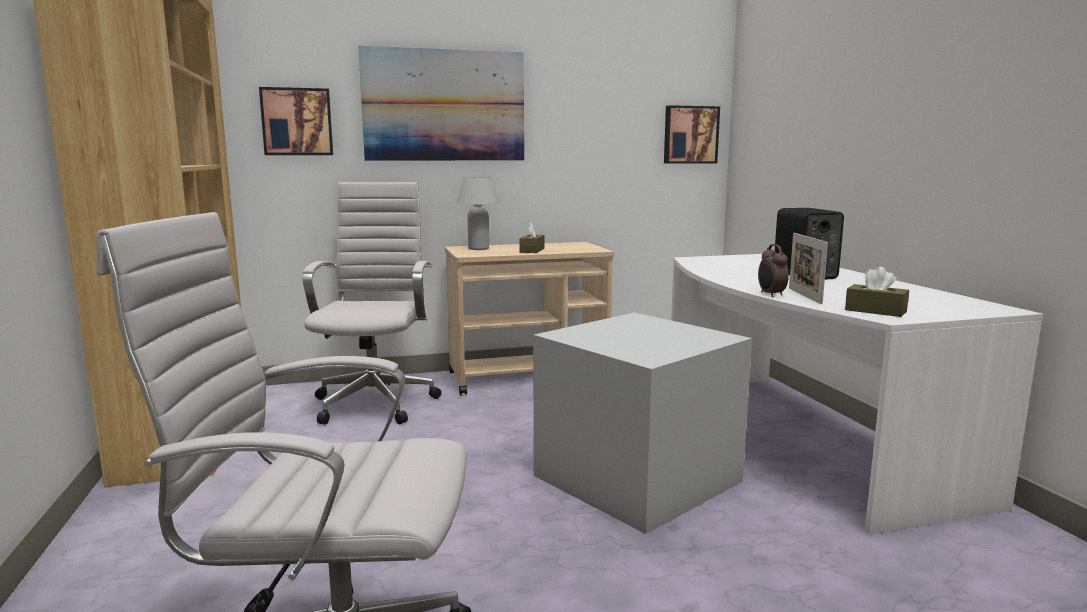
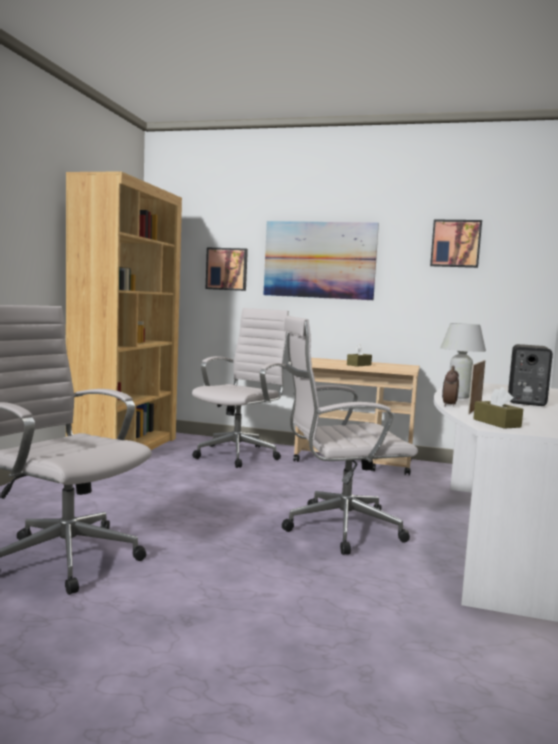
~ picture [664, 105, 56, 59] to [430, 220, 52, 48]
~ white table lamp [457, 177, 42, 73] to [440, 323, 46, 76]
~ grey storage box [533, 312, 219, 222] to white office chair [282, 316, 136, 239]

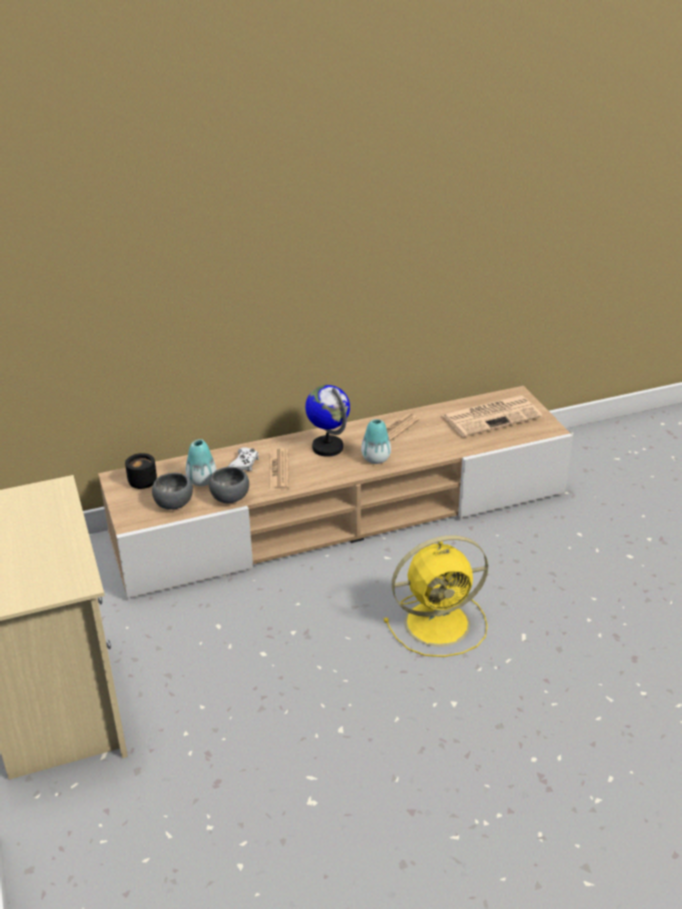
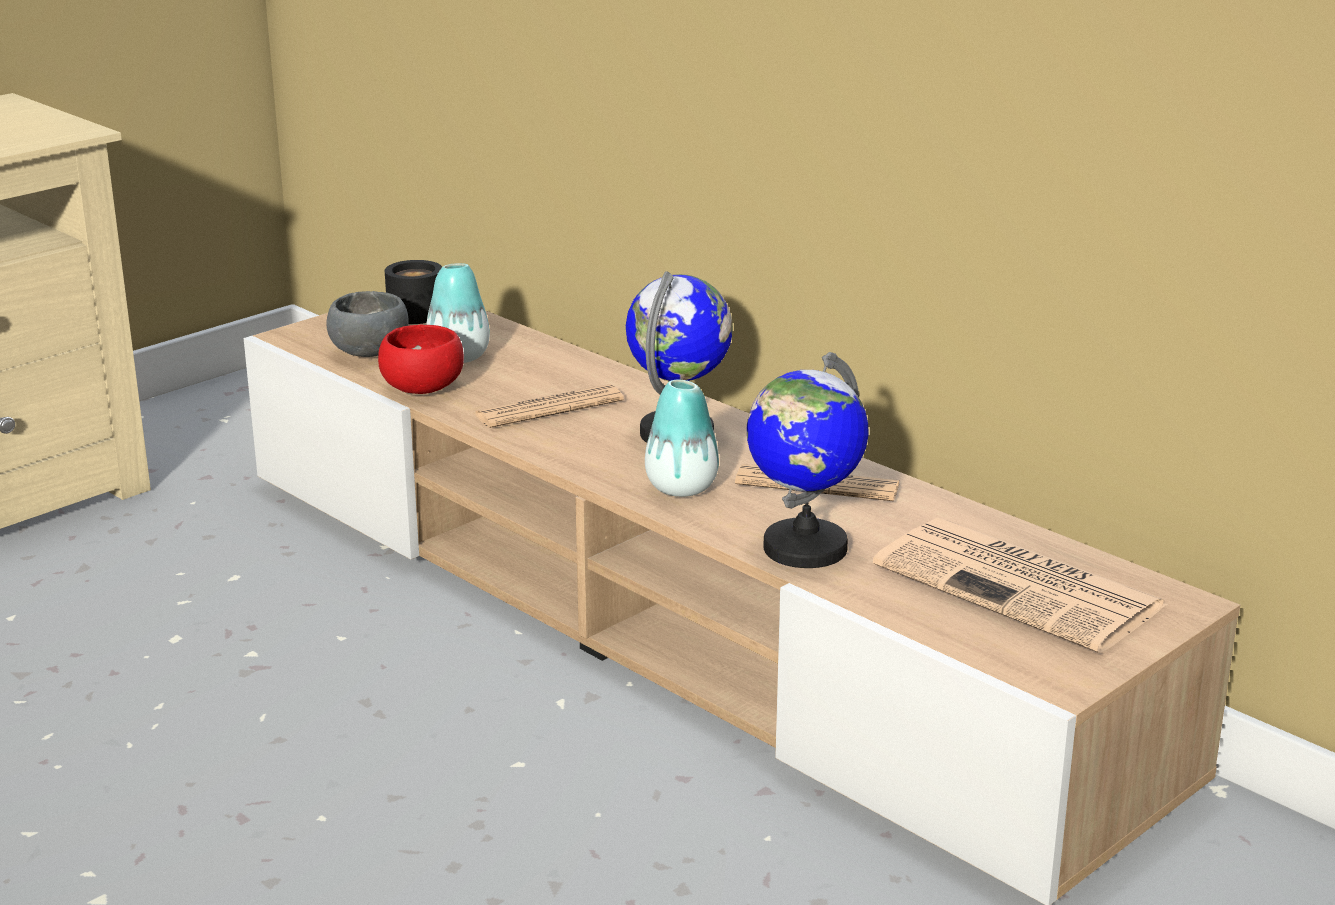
- white game controller [228, 447, 31, 24]
~ grey bowl [209, 467, 40, 36] to red bowl [378, 324, 86, 70]
- yellow fan [384, 535, 104, 122]
+ globe [747, 352, 121, 216]

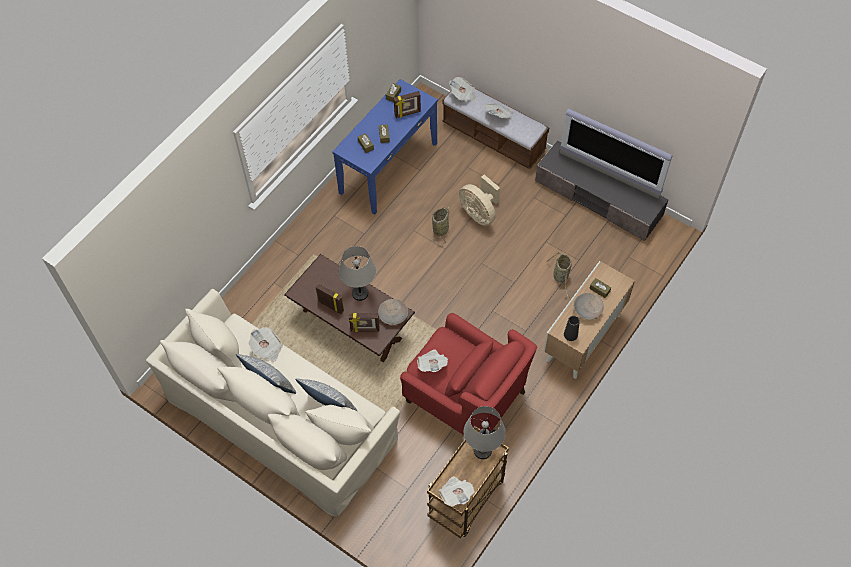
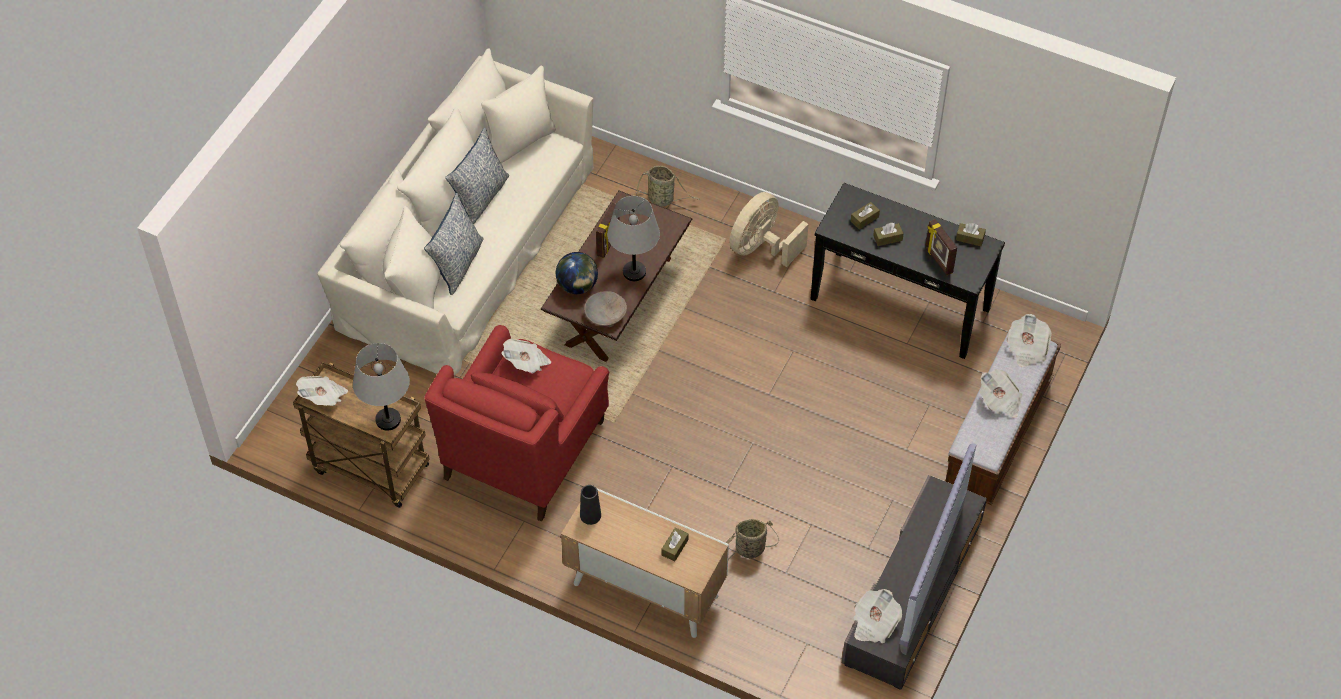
~ blue console table [332, 79, 106, 136] to black console table [810, 183, 195, 176]
~ beige fan [459, 175, 41, 51] to [729, 192, 79, 75]
~ basket [432, 206, 18, 38] to [634, 166, 67, 40]
- beige bowl [573, 293, 31, 27]
~ picture frame [349, 313, 30, 19] to globe [556, 252, 42, 42]
~ newspaper [248, 327, 35, 35] to [853, 589, 49, 54]

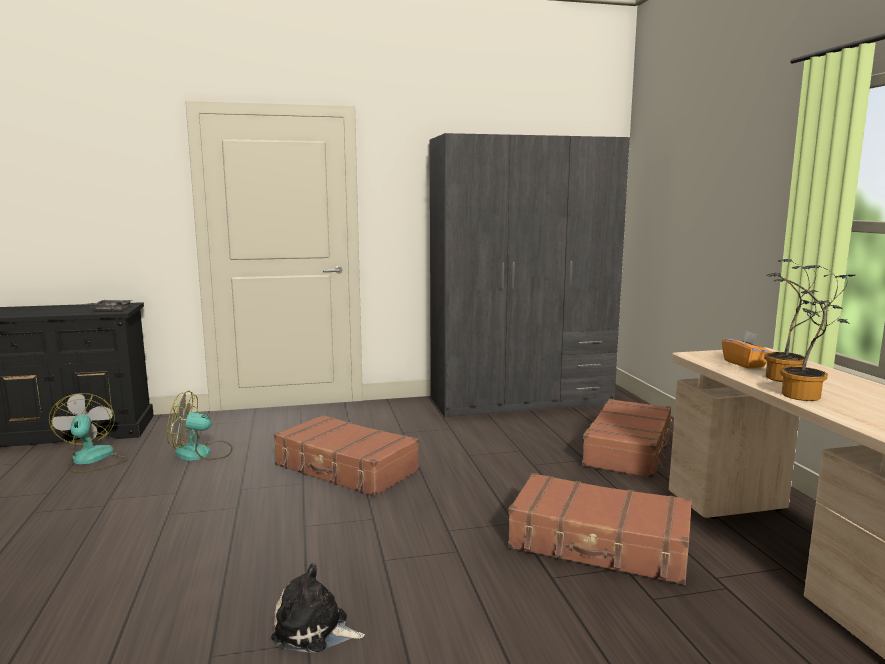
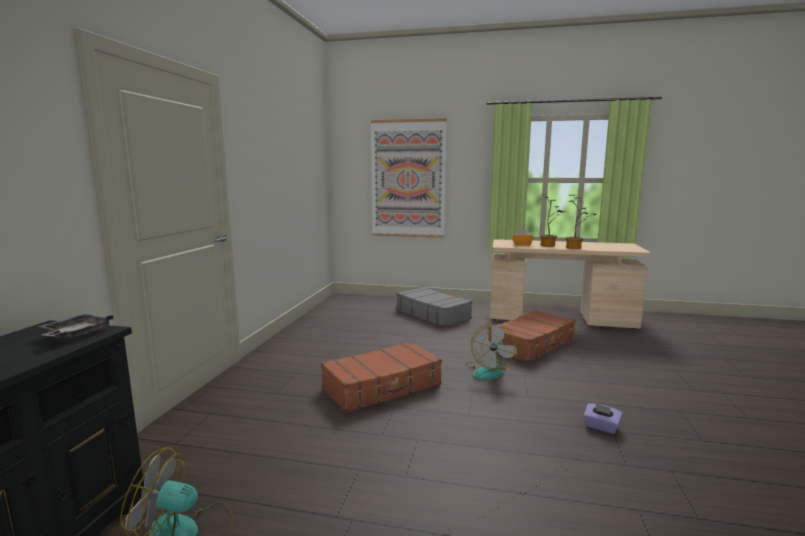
- grey wardrobe [430, 133, 200, 285]
~ fan [167, 391, 66, 70] to [466, 323, 52, 57]
~ brown suitcase [582, 399, 91, 79] to grey suitcase [396, 287, 76, 40]
~ plush toy [271, 563, 94, 90] to purple tissue box [584, 403, 38, 31]
+ picture [371, 118, 76, 120]

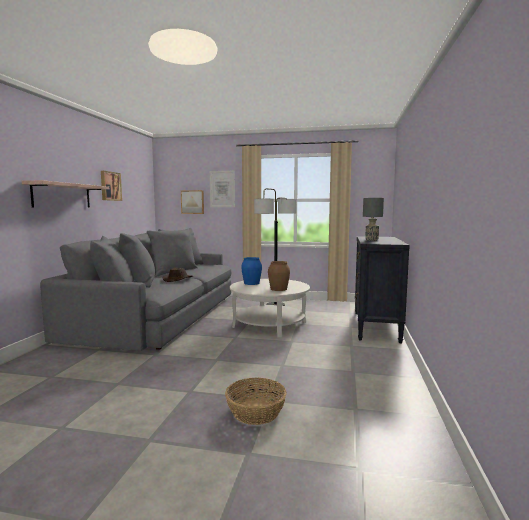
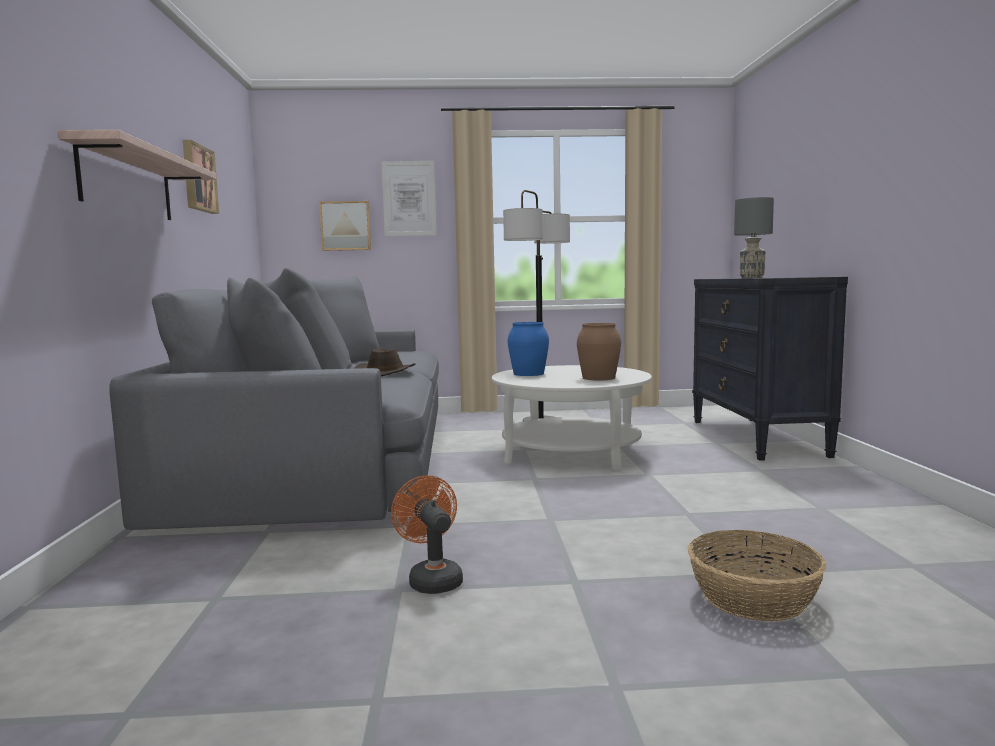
+ orange fan [391, 475, 72, 119]

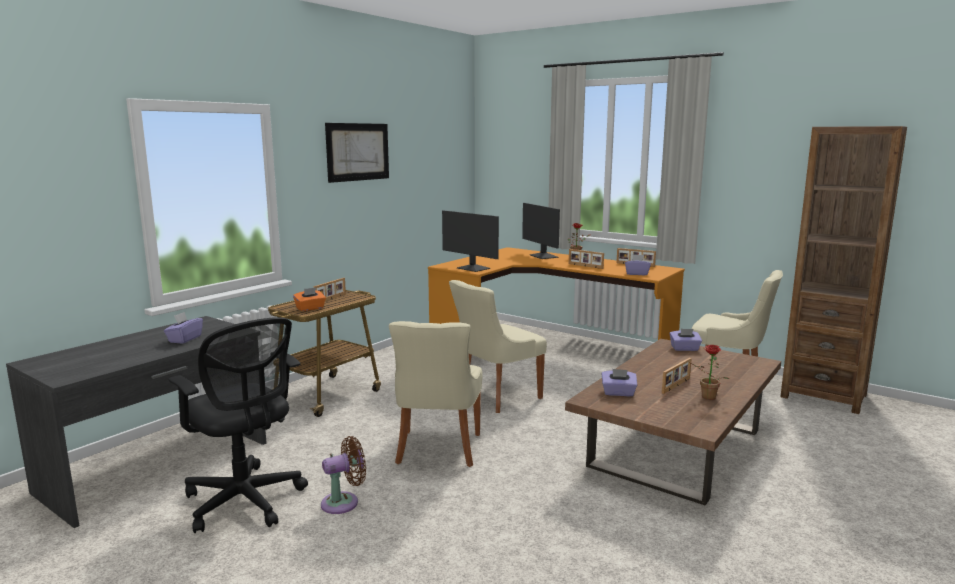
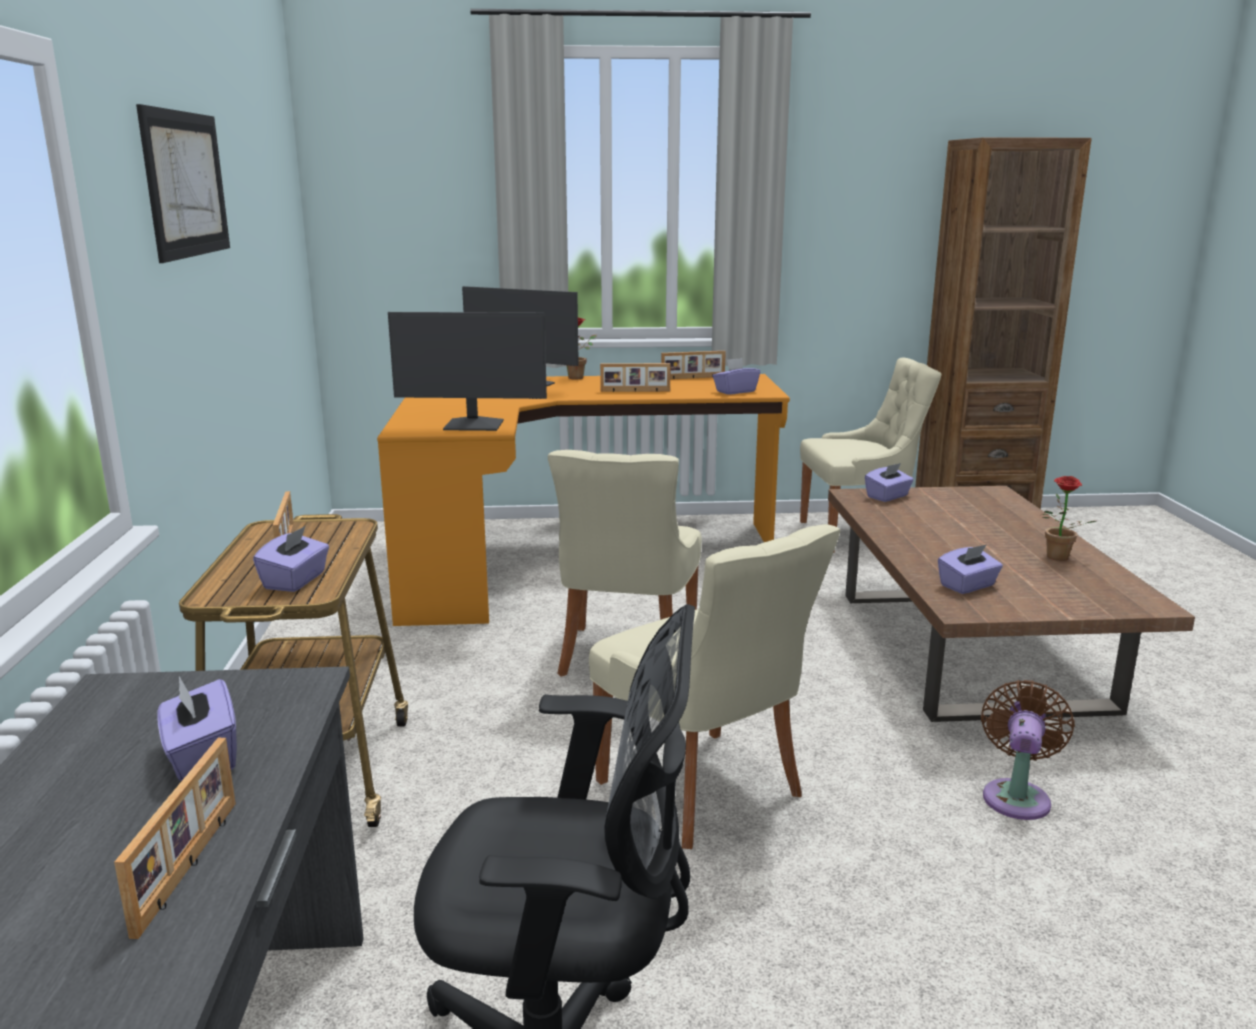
~ orange tissue box [293, 287, 33, 24] to purple tissue box [253, 526, 76, 66]
~ picture frame [662, 358, 30, 36] to [114, 738, 122, 201]
~ brown fan [321, 436, 45, 78] to [981, 680, 94, 140]

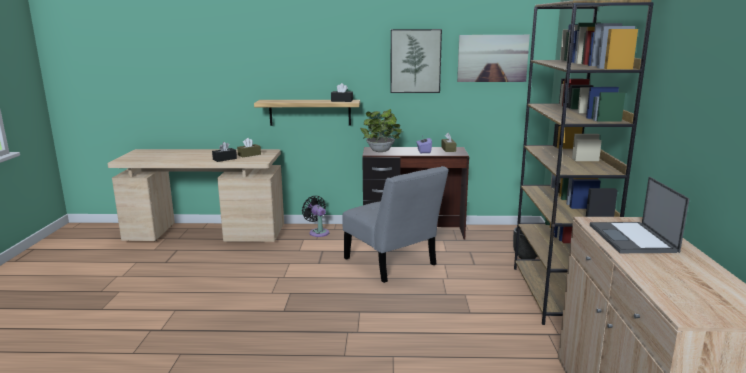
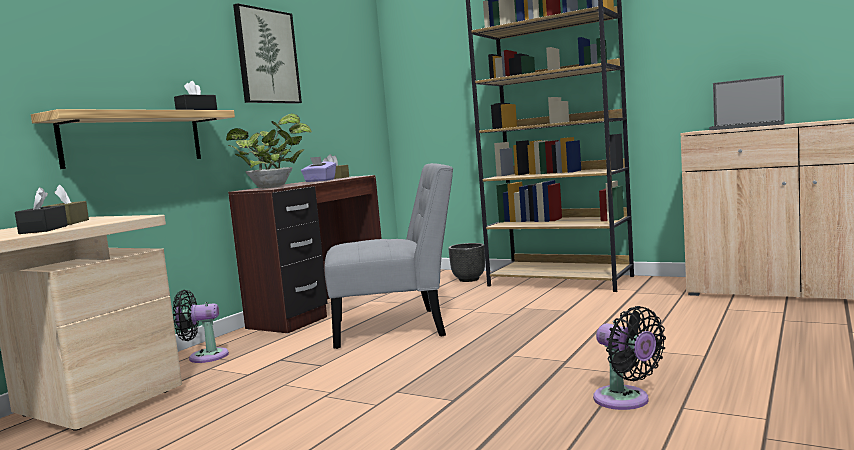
- picture [457, 35, 73, 47]
+ black fan [593, 306, 73, 104]

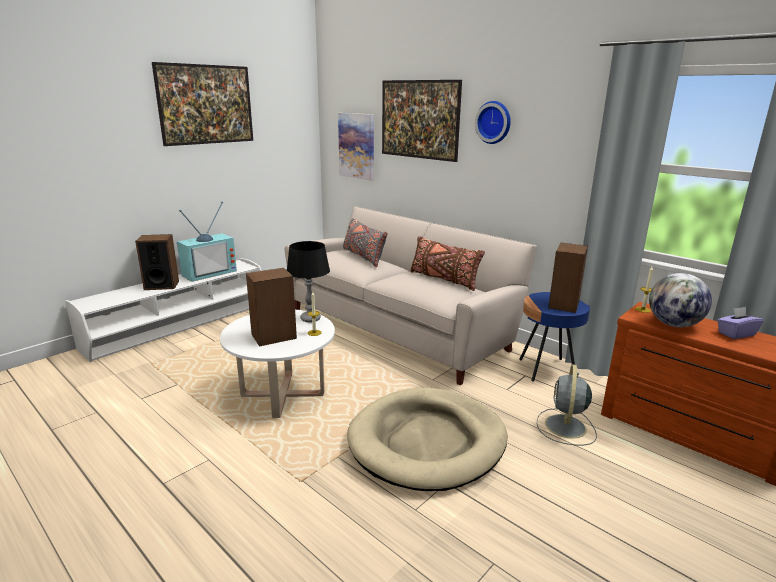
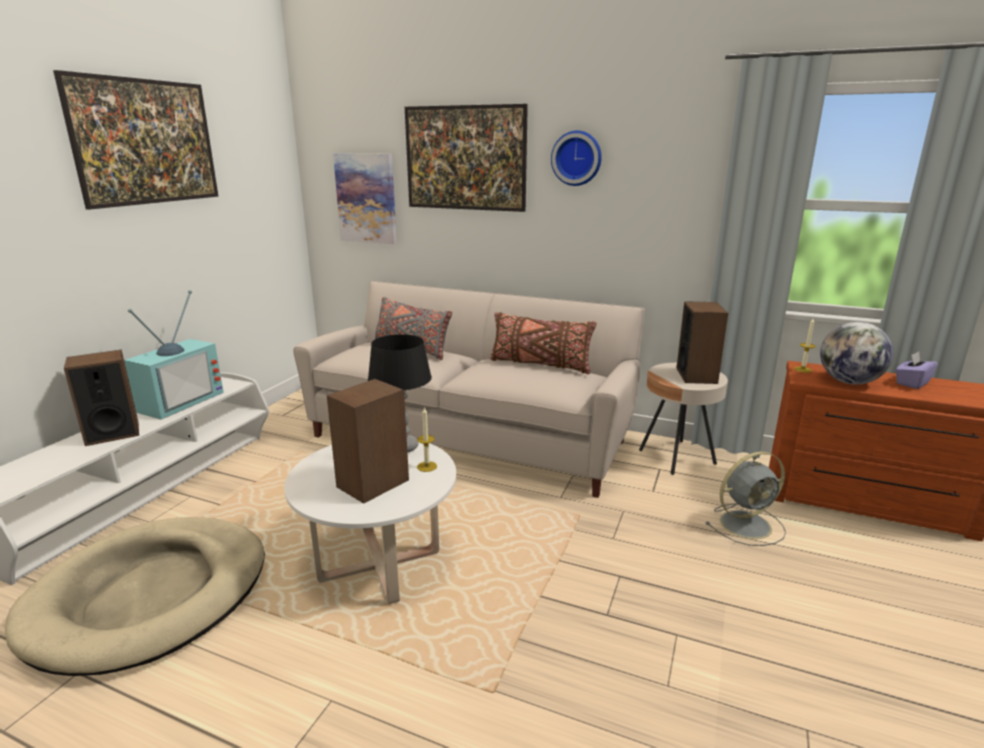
~ blue side table [519, 292, 71, 90] to beige side table [639, 363, 89, 112]
~ grey fan [537, 364, 60, 82] = [706, 451, 80, 95] 105 degrees counterclockwise
~ beige dog bed [347, 388, 160, 103] to [5, 517, 260, 159]

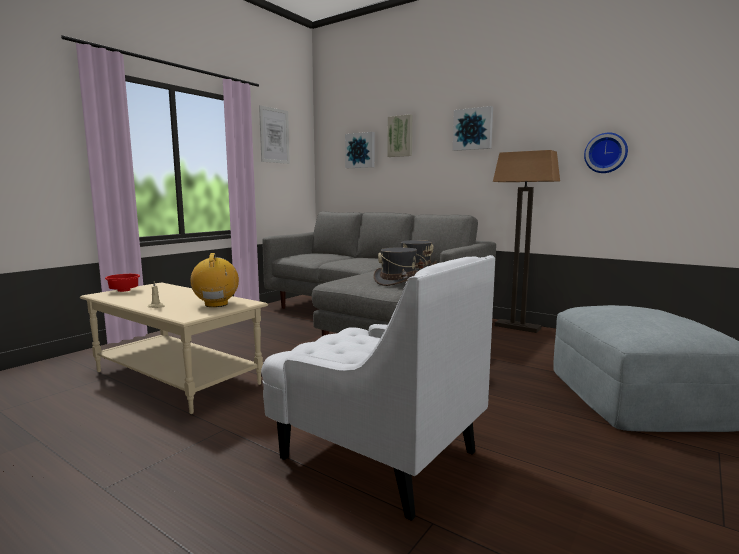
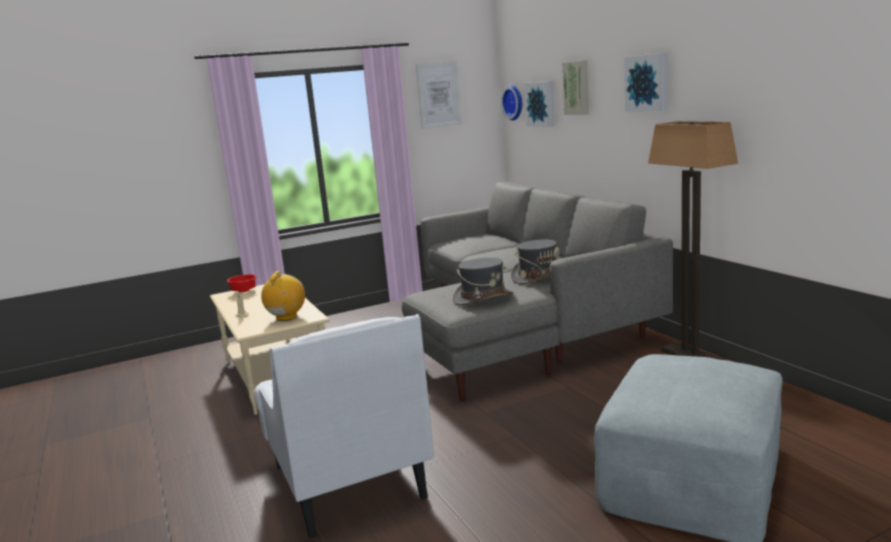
~ wall clock [584, 132, 44, 41] to [501, 85, 21, 35]

